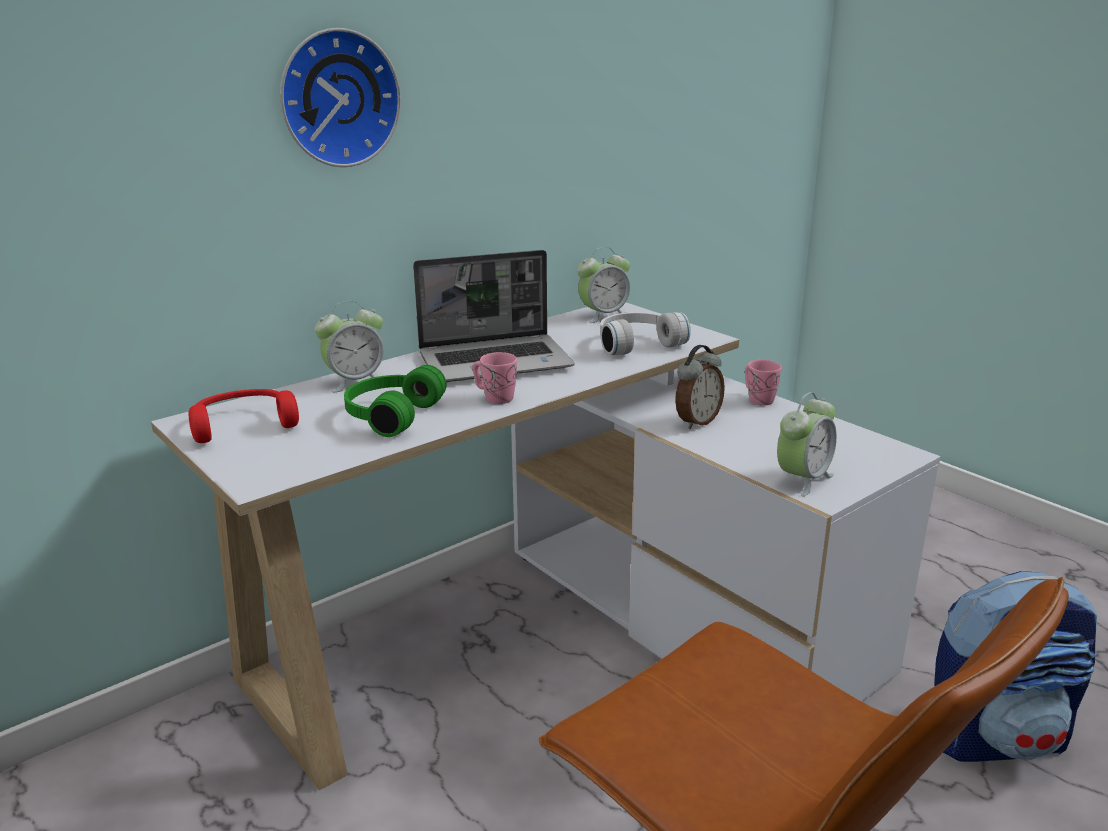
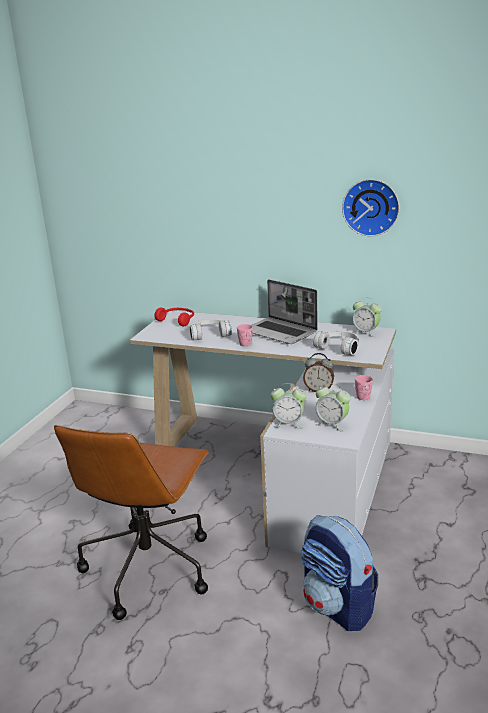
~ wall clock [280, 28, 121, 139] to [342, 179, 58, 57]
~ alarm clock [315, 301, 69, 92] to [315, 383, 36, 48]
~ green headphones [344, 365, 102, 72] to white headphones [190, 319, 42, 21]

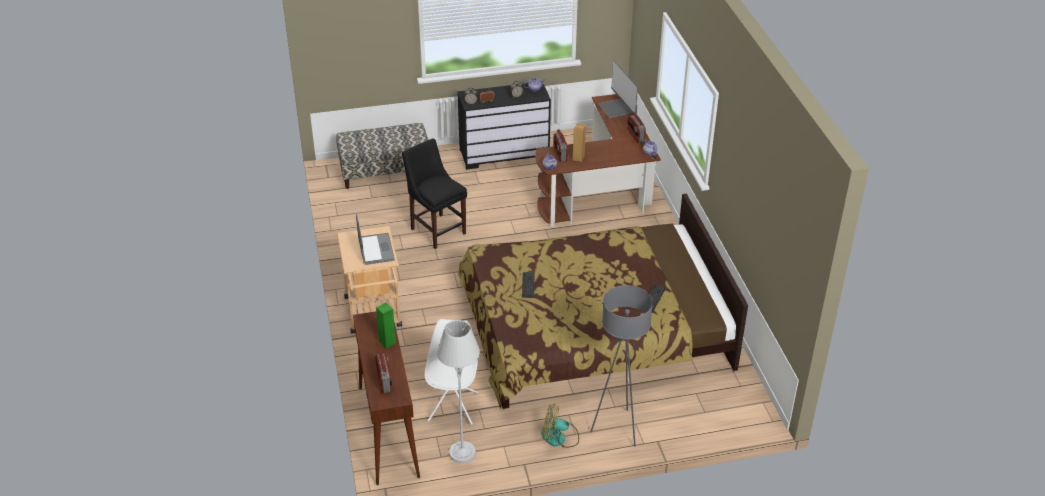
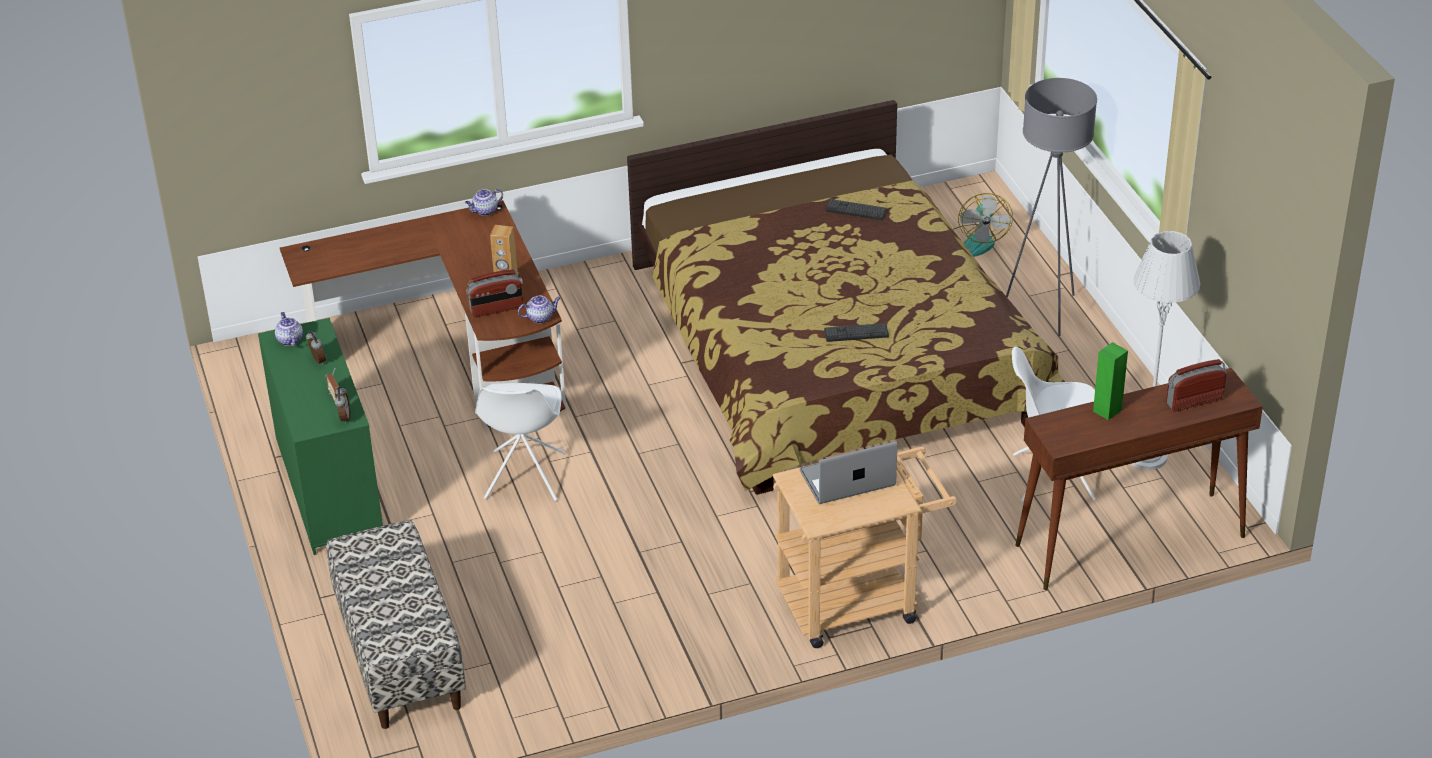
- monitor [598, 60, 40, 58]
~ black dresser [458, 83, 93, 87] to green dresser [258, 318, 125, 237]
- radio [627, 112, 19, 31]
- black chair [402, 138, 65, 111]
~ fan [541, 405, 38, 43] to [953, 193, 60, 64]
+ white chair [475, 383, 91, 118]

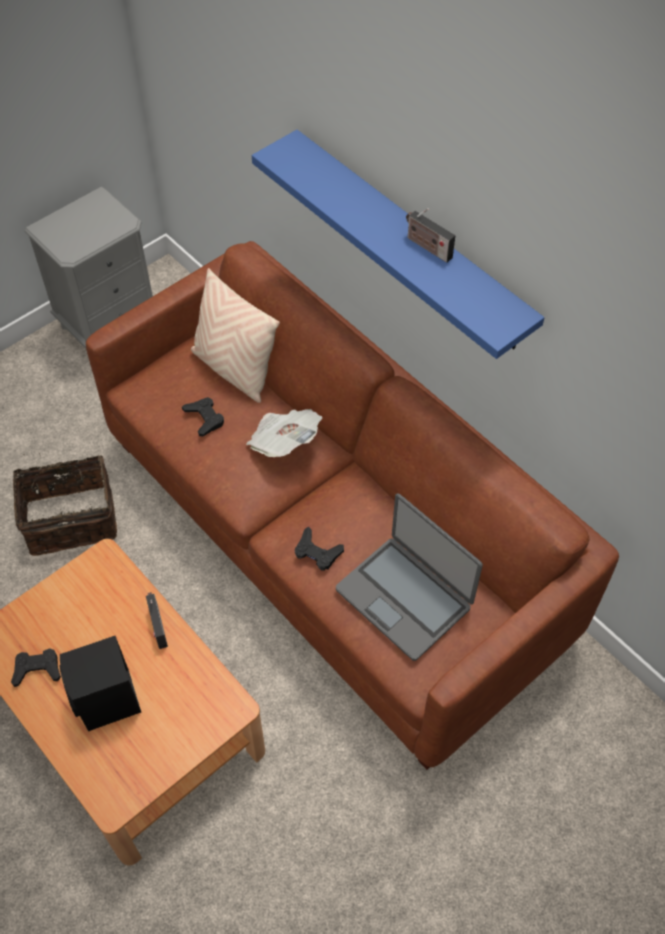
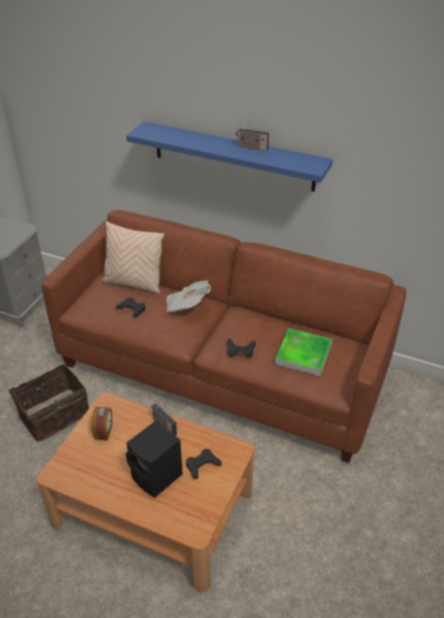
~ laptop [336, 493, 147, 168] to tray [275, 328, 57, 48]
~ black game controller [11, 648, 50, 39] to [186, 449, 36, 30]
+ alarm clock [91, 407, 21, 34]

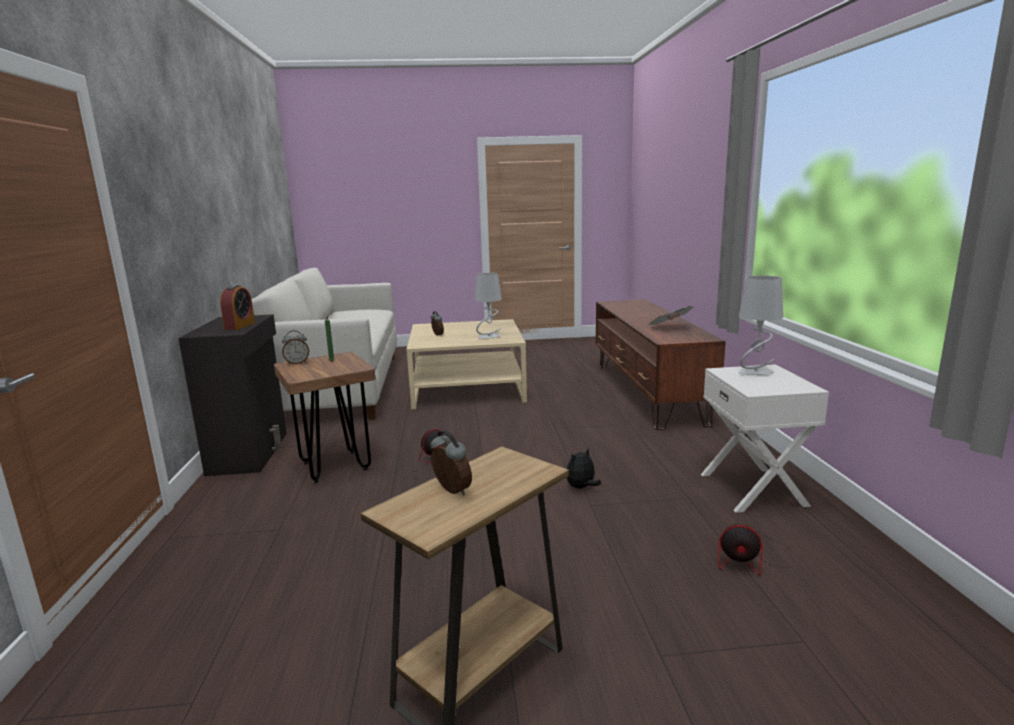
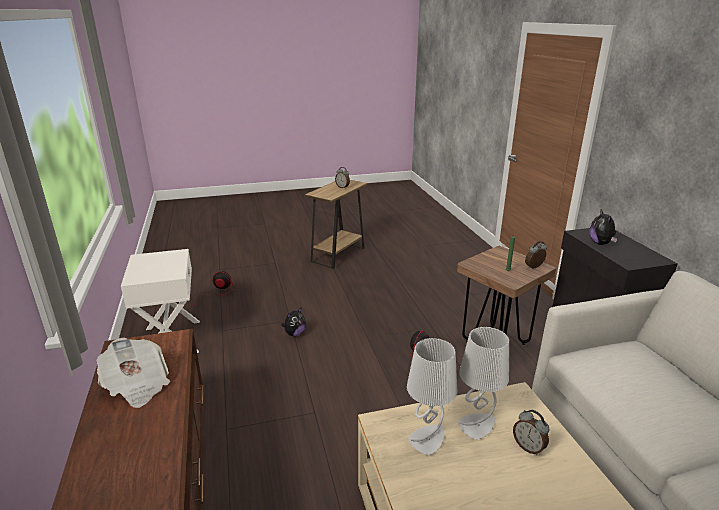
~ grey table lamp [739, 275, 44, 100] to [458, 327, 51, 113]
~ alarm clock [220, 285, 35, 45] to plush toy [589, 209, 28, 36]

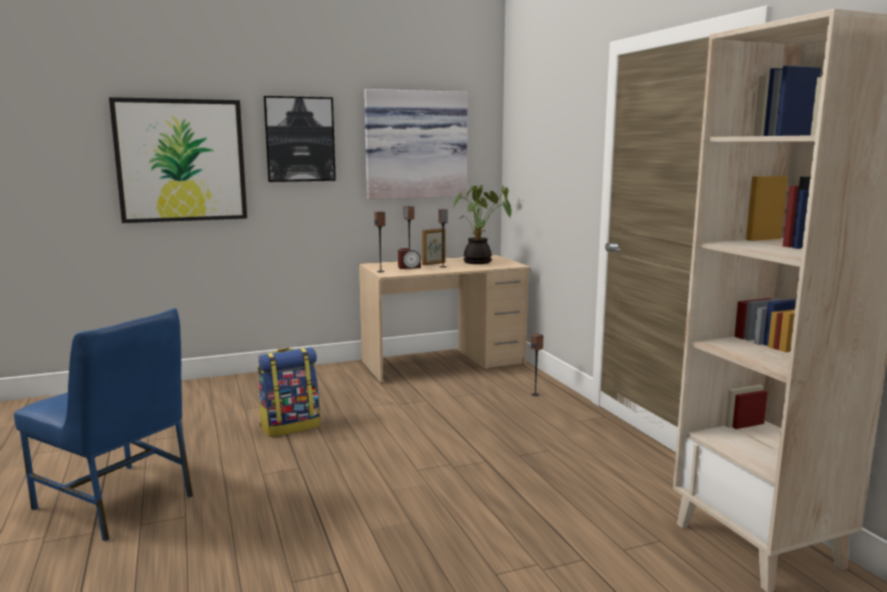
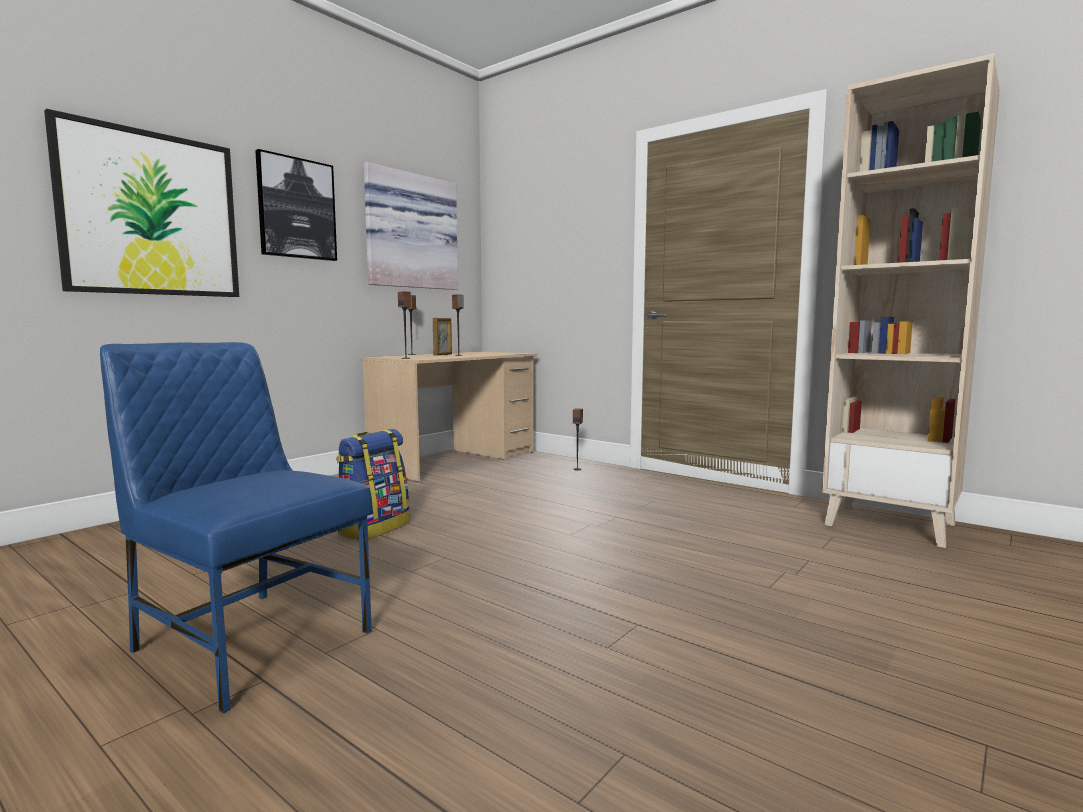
- potted plant [452, 185, 60, 79]
- alarm clock [398, 248, 23, 21]
~ blue chair [14, 308, 179, 233] = [100, 342, 272, 372] 150 degrees counterclockwise

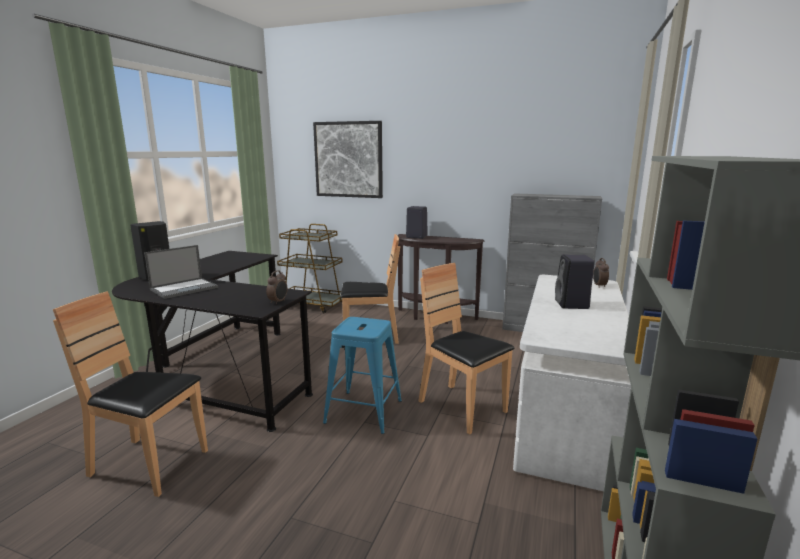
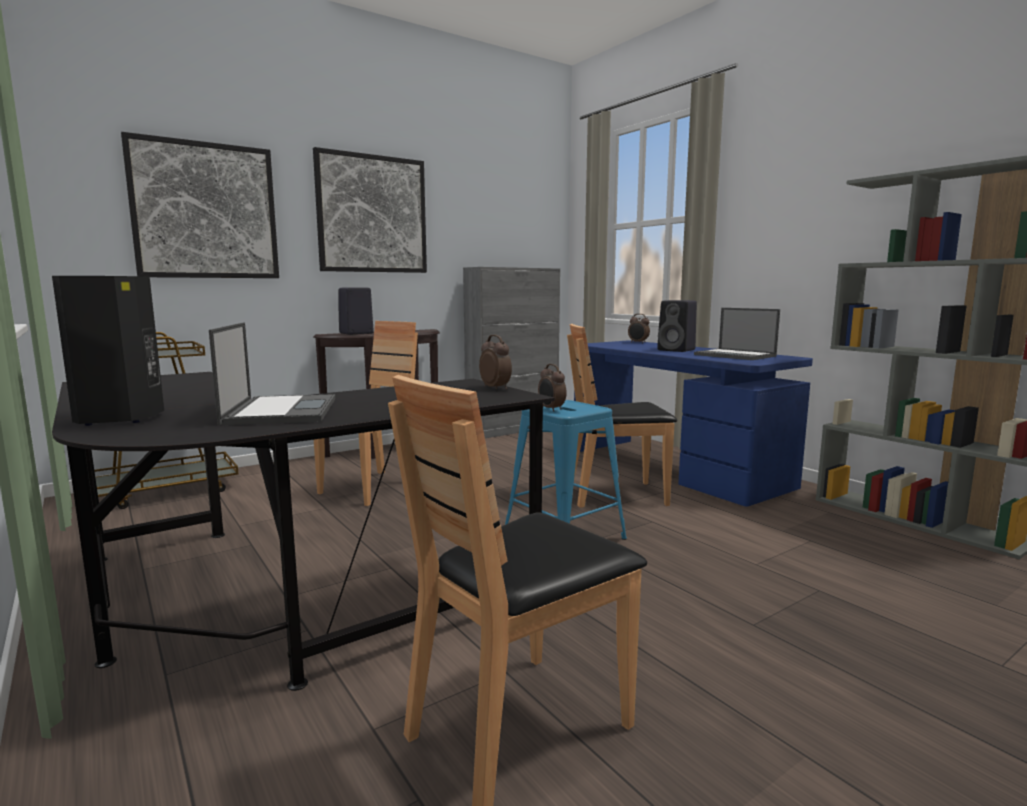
~ white desk [513, 275, 118, 216] to blue desk [574, 341, 239, 166]
+ picture [313, 147, 114, 126]
+ laptop [694, 308, 86, 52]
+ alarm clock [538, 364, 29, 48]

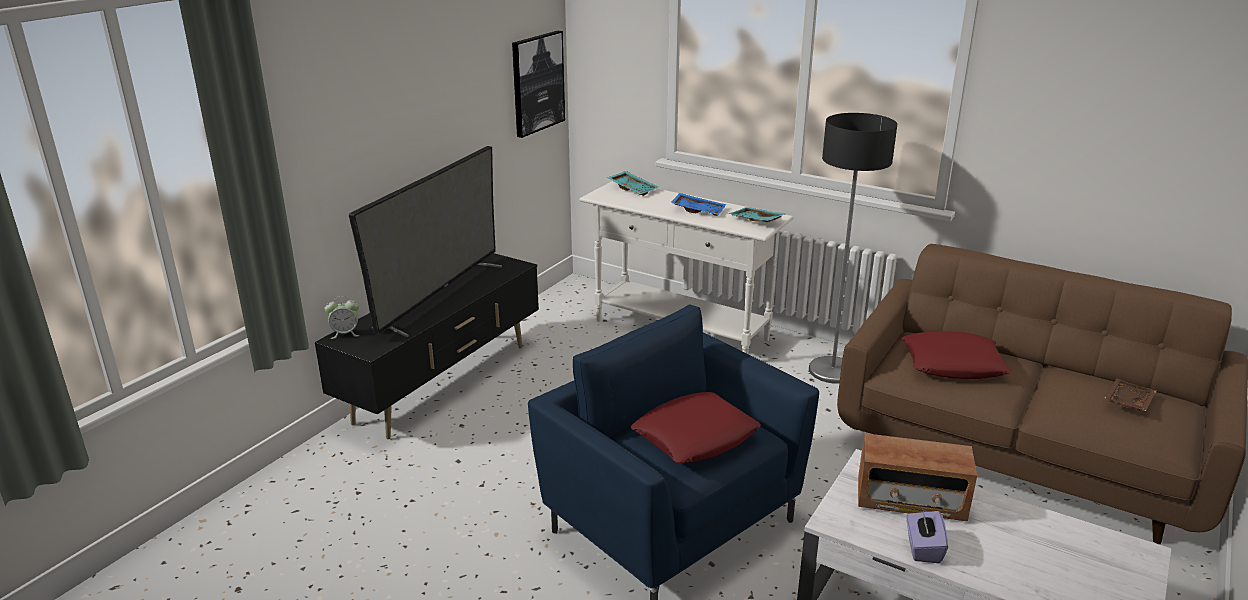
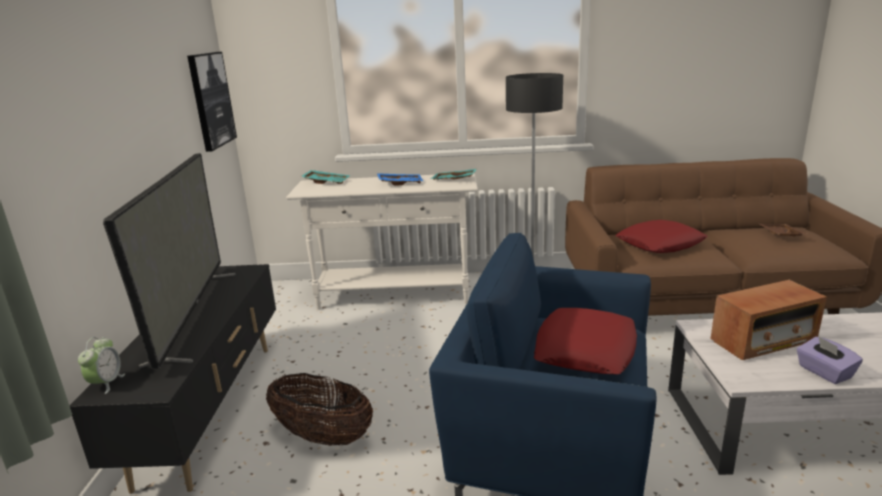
~ alarm clock [324, 296, 36, 43] = [78, 337, 47, 57] 45 degrees counterclockwise
+ basket [266, 373, 107, 73]

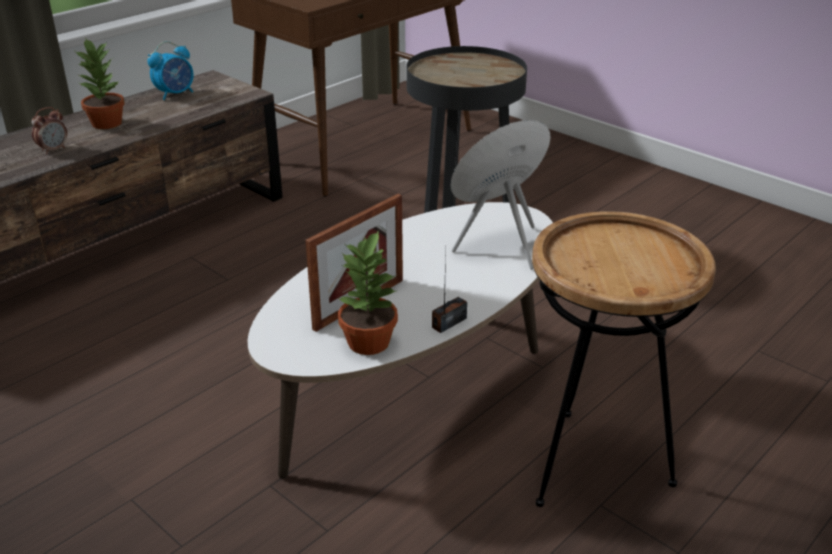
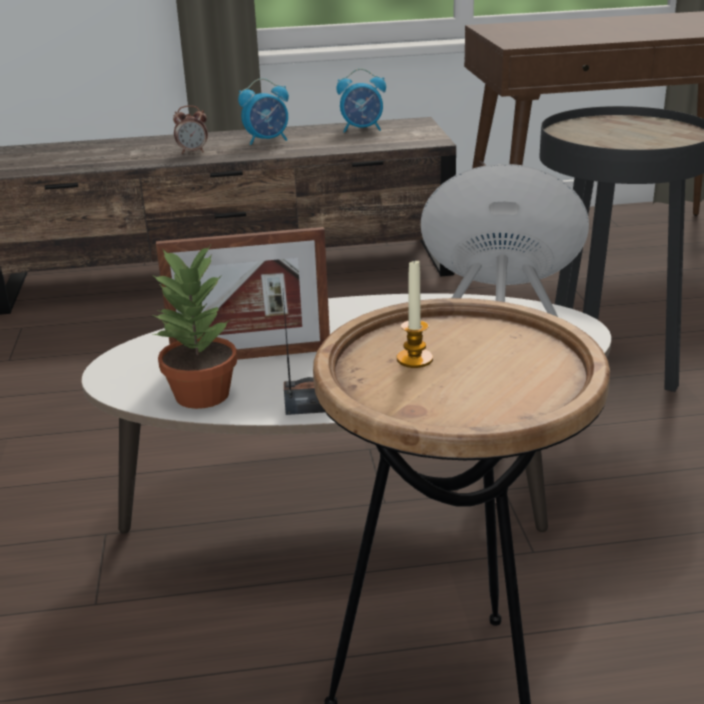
~ potted plant [75, 39, 50, 90] to alarm clock [238, 78, 51, 67]
+ candle [397, 258, 36, 110]

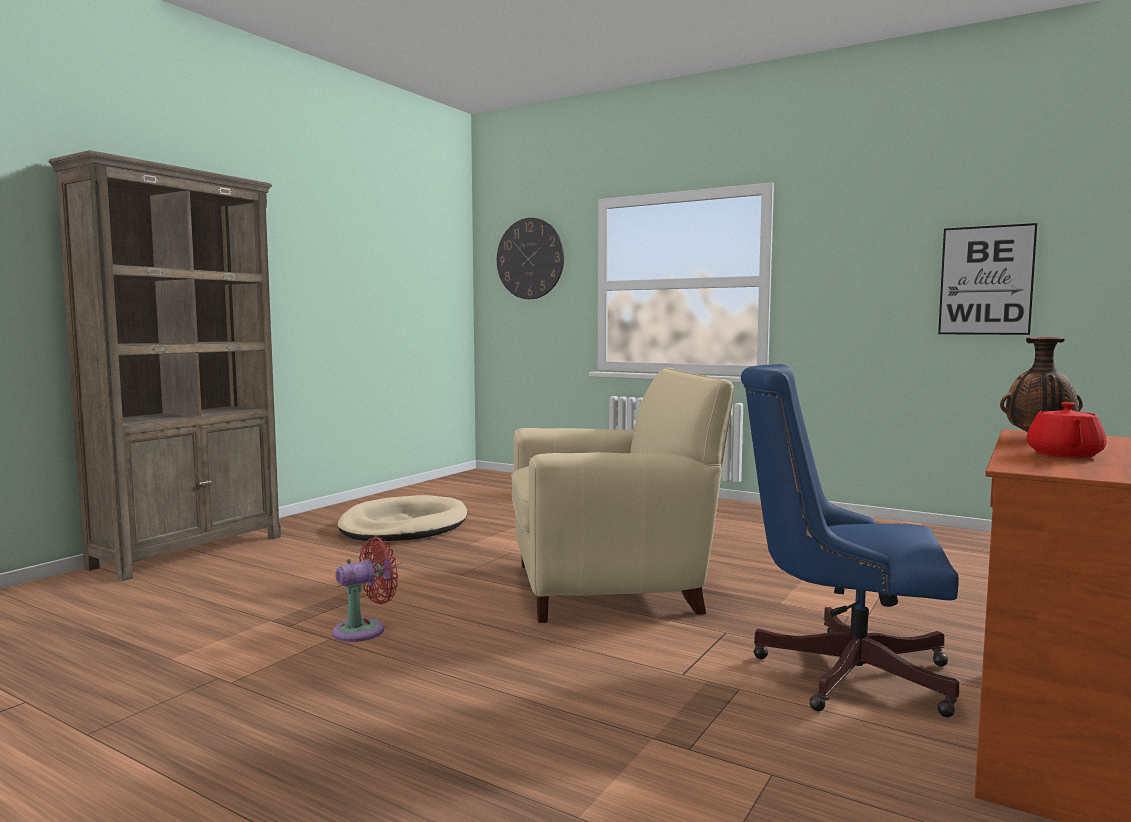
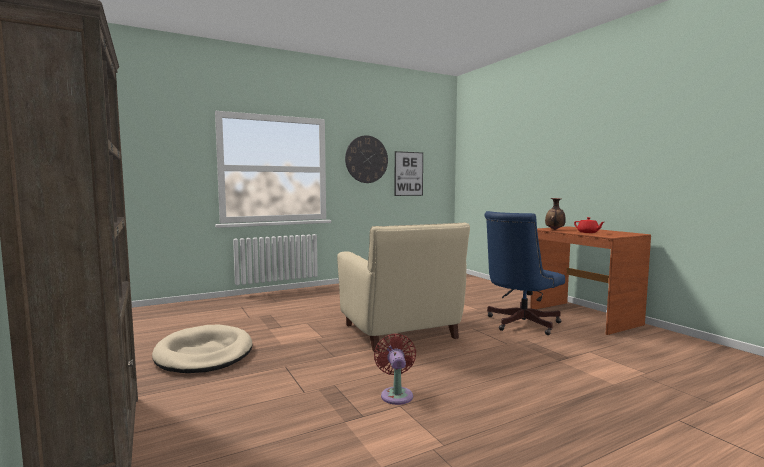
~ wall clock [497, 218, 67, 81] to [345, 135, 43, 48]
~ beige armchair [511, 368, 223, 255] = [337, 223, 133, 129] 135 degrees clockwise

